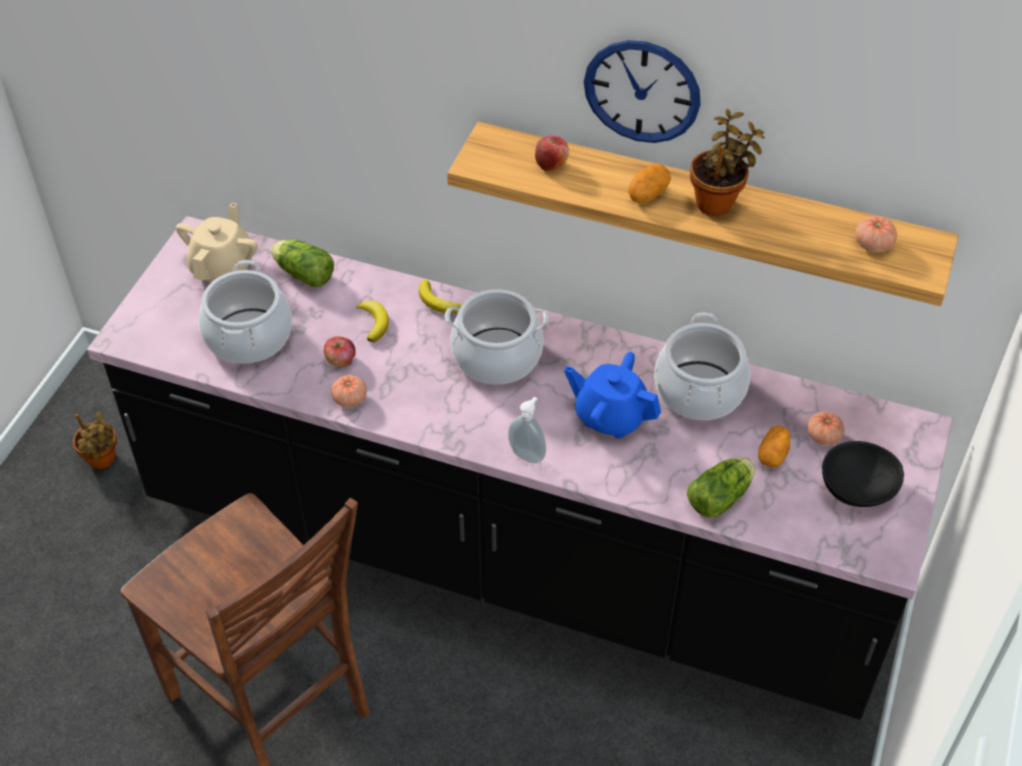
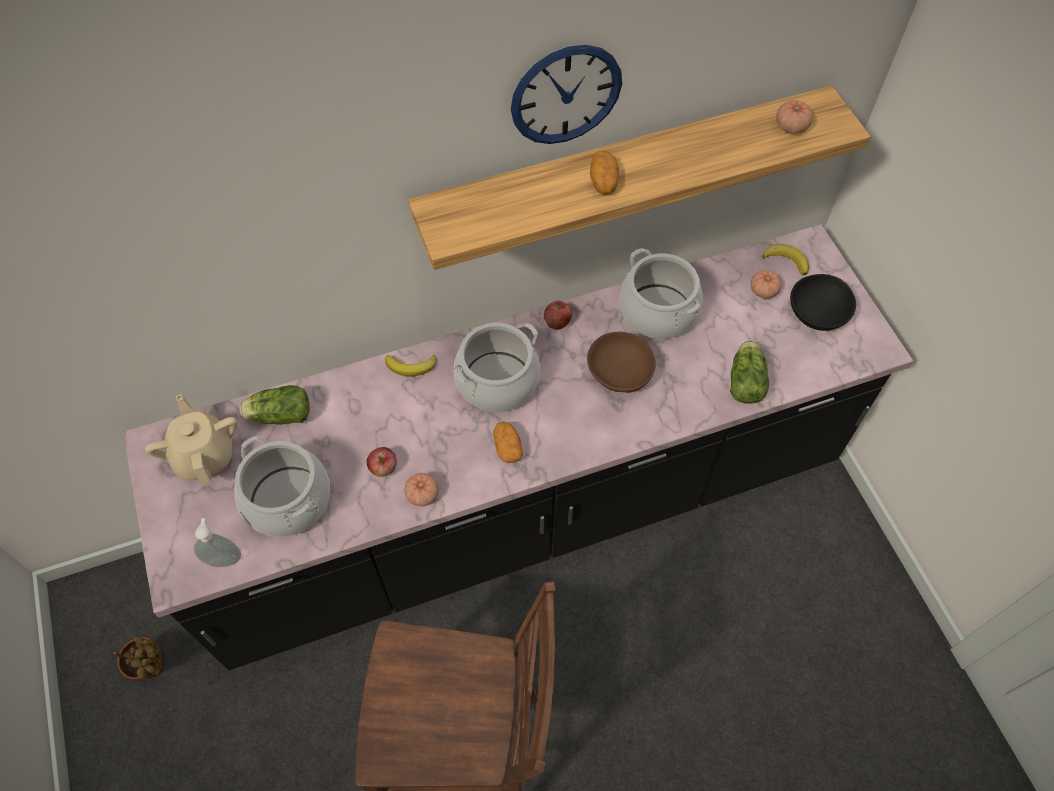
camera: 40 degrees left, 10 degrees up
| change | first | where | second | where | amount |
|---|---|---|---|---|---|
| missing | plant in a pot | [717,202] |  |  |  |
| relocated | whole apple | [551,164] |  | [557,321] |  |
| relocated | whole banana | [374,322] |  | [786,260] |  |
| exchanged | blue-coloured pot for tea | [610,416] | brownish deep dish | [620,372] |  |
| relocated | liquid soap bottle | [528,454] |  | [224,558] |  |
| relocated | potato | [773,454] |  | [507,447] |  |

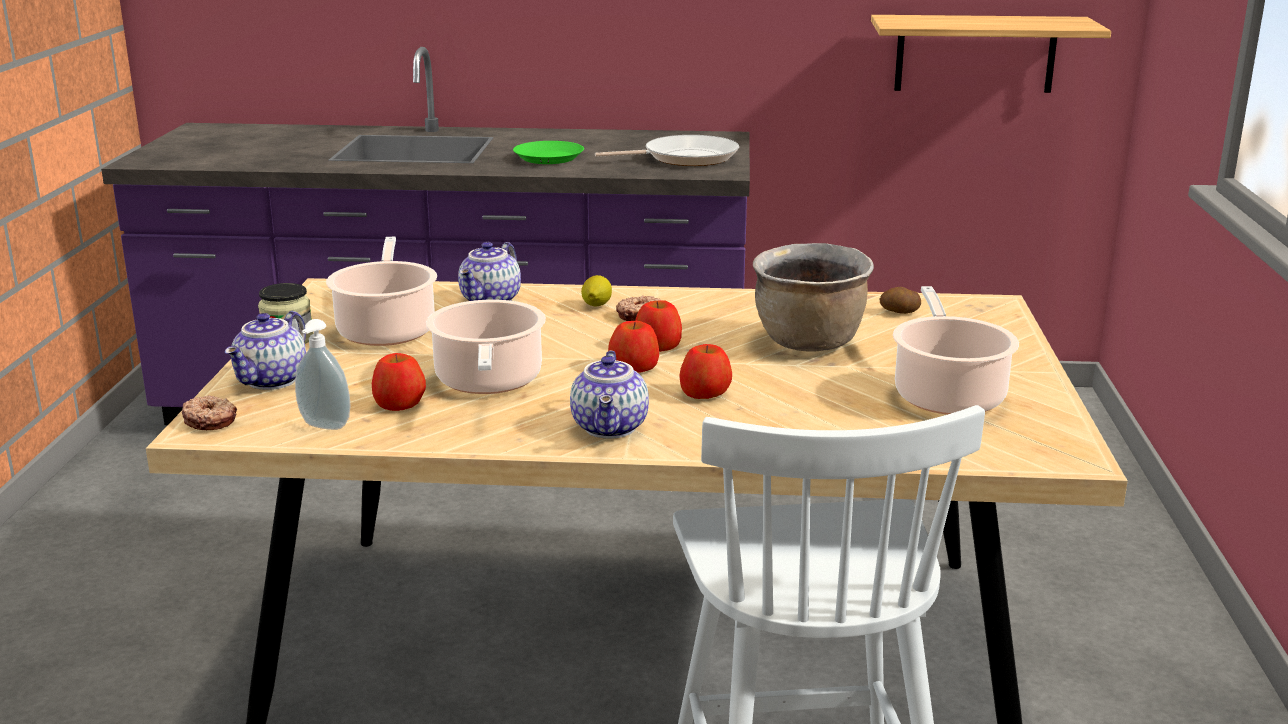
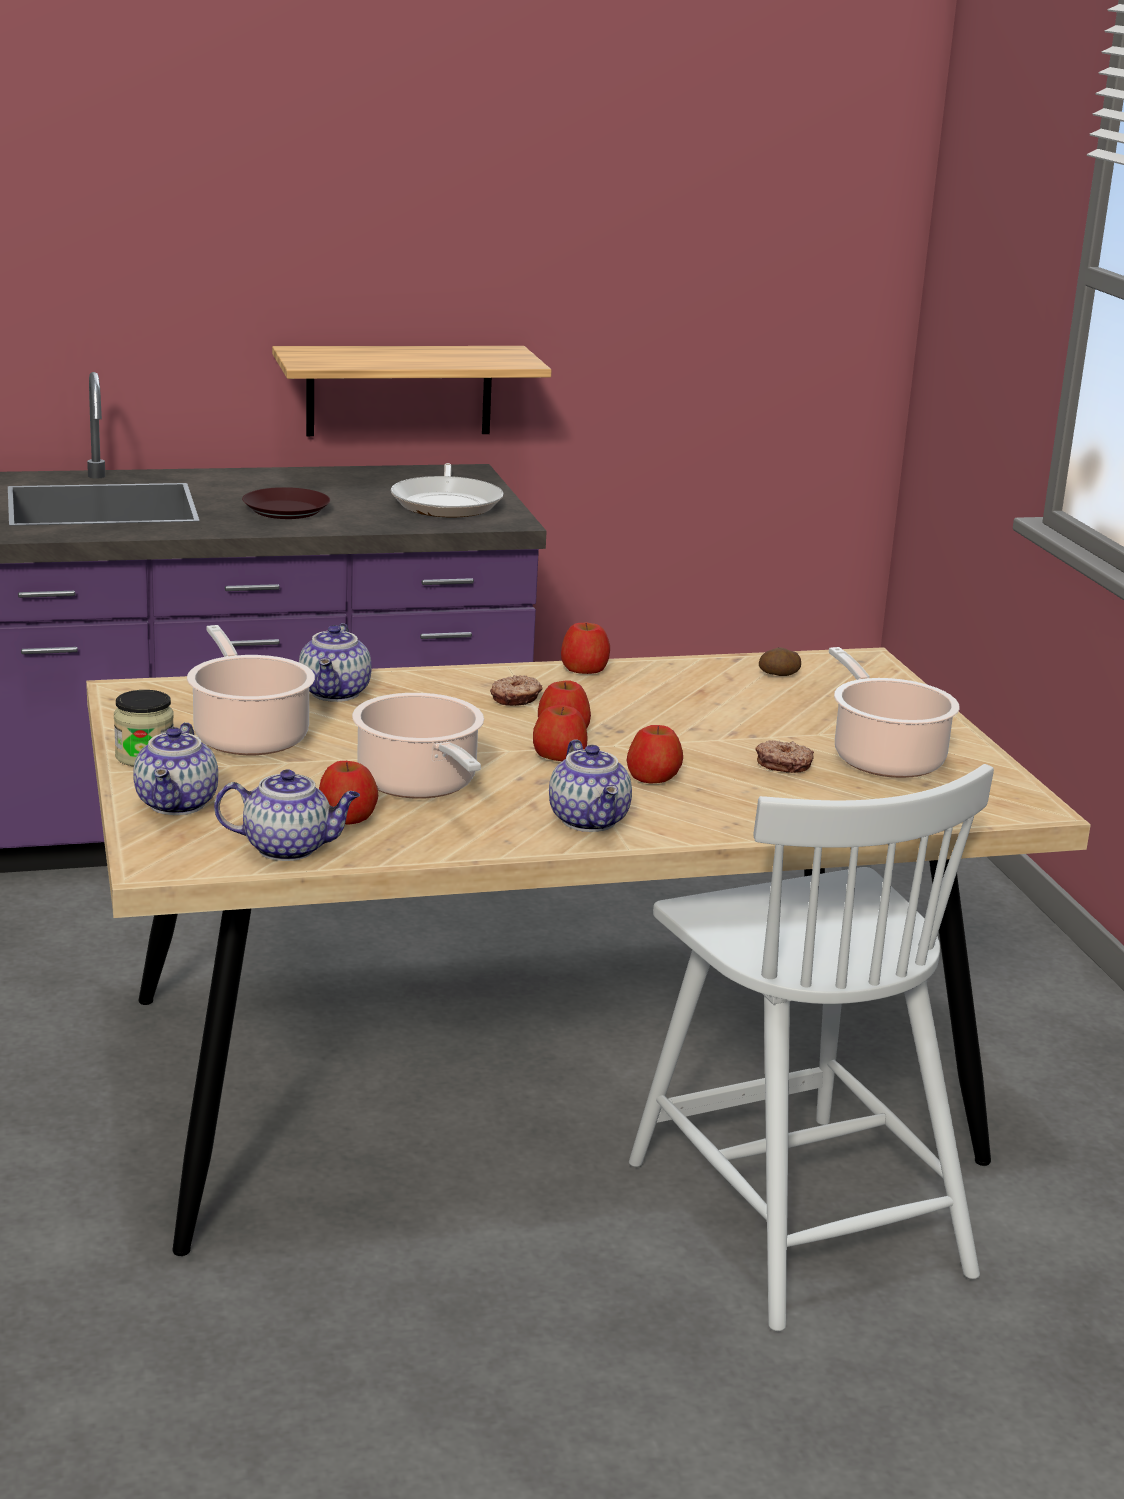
camera: 20 degrees left, 0 degrees up
| change | first | where | second | where | amount |
|---|---|---|---|---|---|
| relocated | bracket shelf | [975,53] |  | [399,390] |  |
| spun | pan | [685,158] |  | [447,503] | 120 degrees clockwise |
| colour | green plate | [549,158] | brownish plate | [287,510] |  |
| missing | brownish cooking pot | [809,343] |  |  |  |
| missing | whole lemon | [596,305] |  |  |  |
| exchanged | liquid soap bottle | [323,427] | pot for tea | [289,848] |  |
| relocated | doughnut | [210,421] |  | [783,764] |  |
| appeared |  |  | whole apple | [584,668] |  |

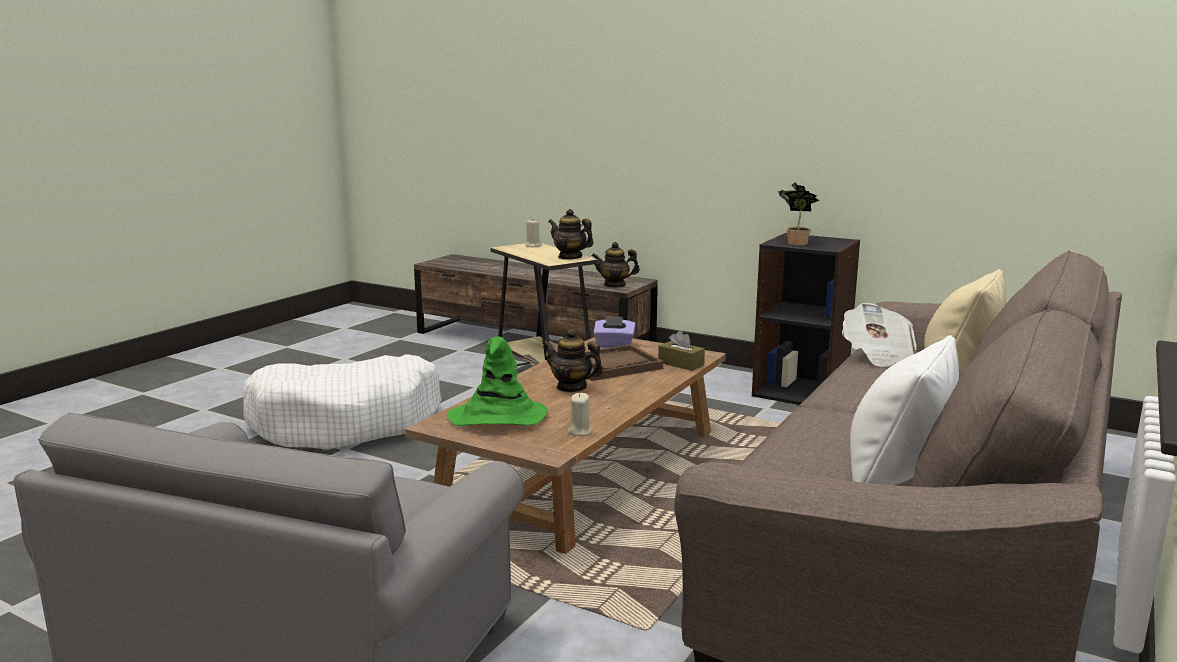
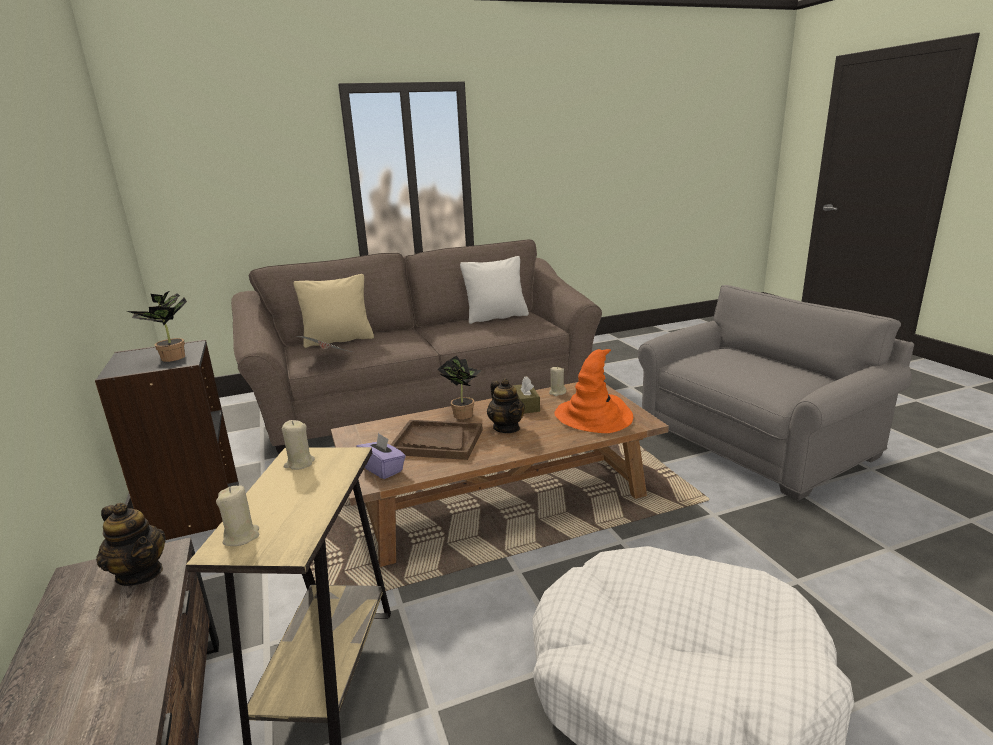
camera: 140 degrees left, 5 degrees up
| change | first | where | second | where | amount |
|---|---|---|---|---|---|
| exchanged | pot for tea | [570,257] | beige-coloured candle | [299,463] |  |
| relocated | brownish tissue box | [681,364] |  | [526,405] |  |
| colour | green clothing hat | [497,417] | orange clothing hat | [594,416] |  |
| appeared |  |  | plant in a pot | [461,414] |  |

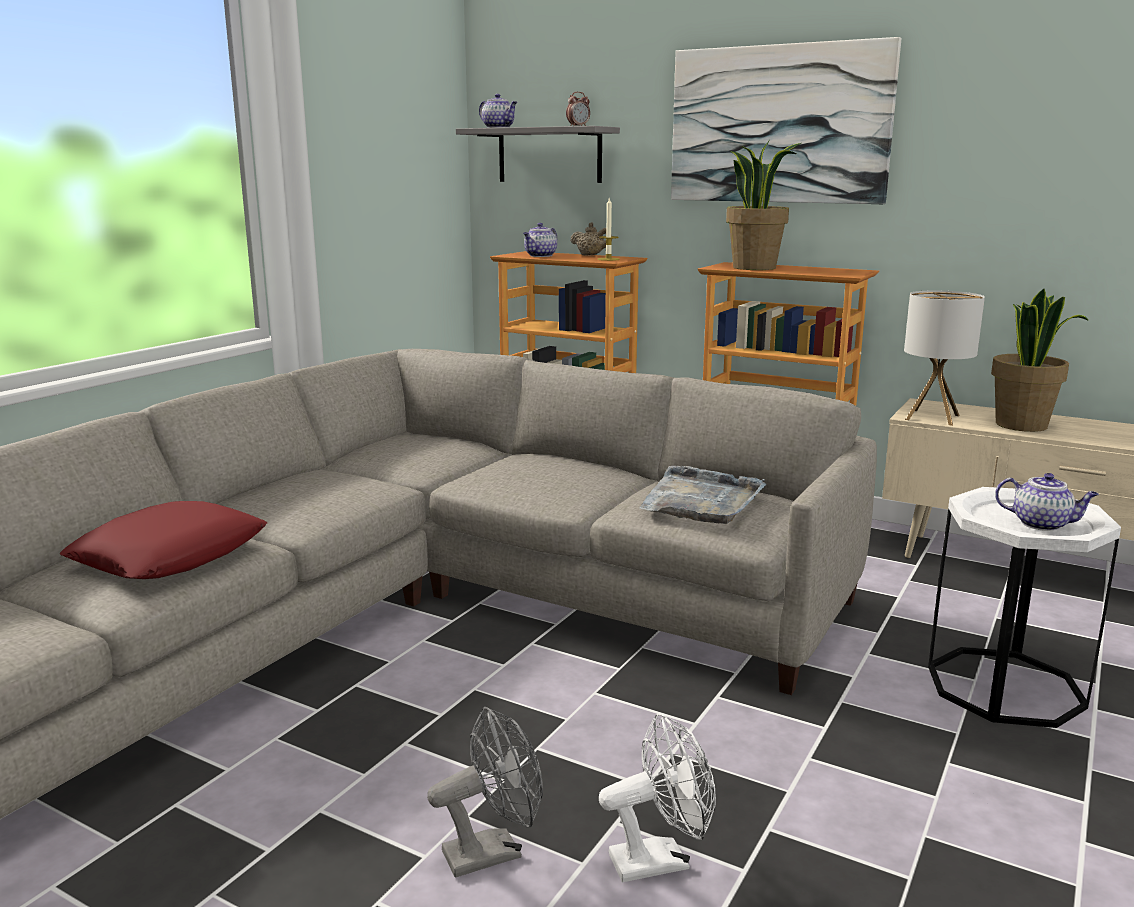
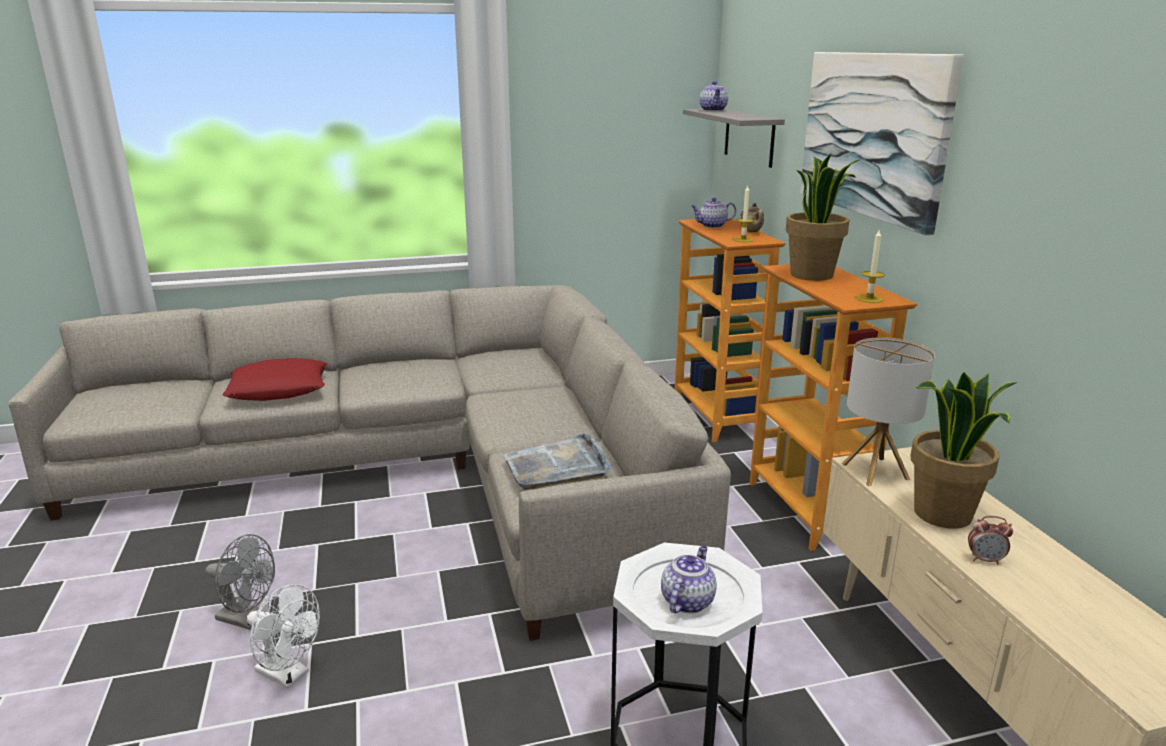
camera: 45 degrees right, 5 degrees up
| change | first | where | second | where | amount |
|---|---|---|---|---|---|
| relocated | bedside clock | [578,127] |  | [985,560] |  |
| spun | pot for tea | [1042,524] |  | [687,601] | 135 degrees counterclockwise |
| appeared |  |  | candle | [869,299] |  |

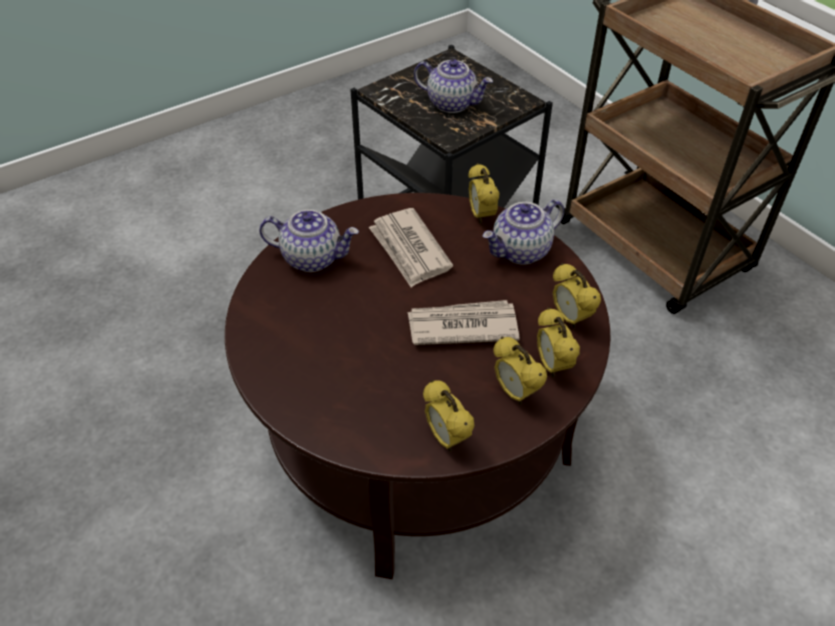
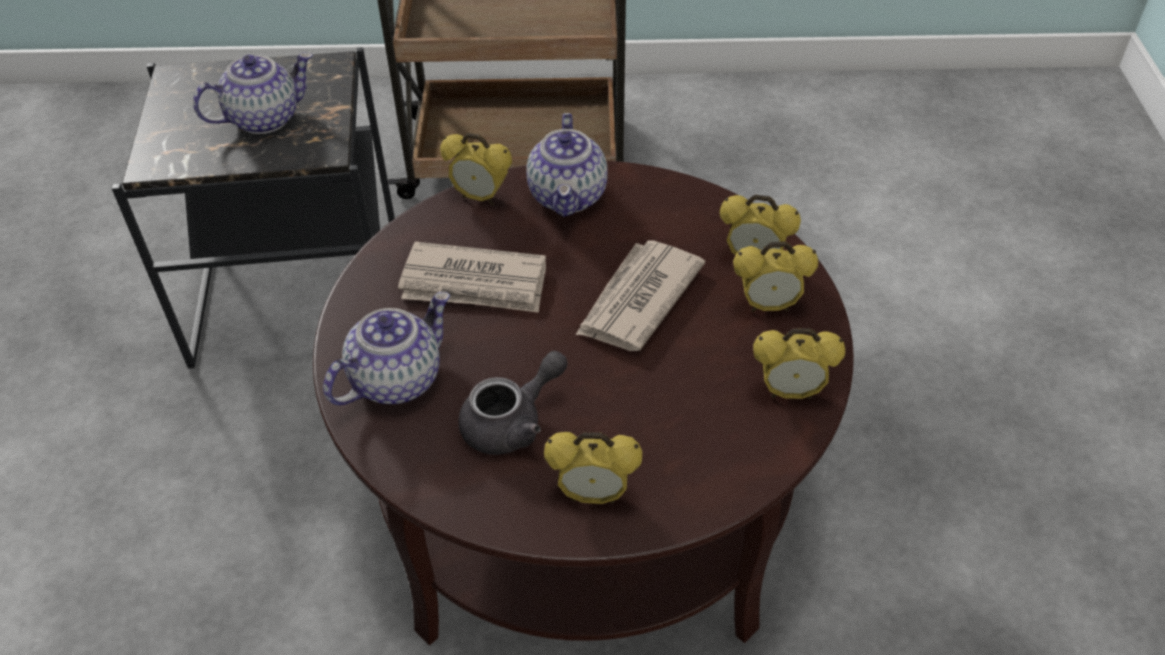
camera: 55 degrees left, 0 degrees up
| change | first | where | second | where | amount |
|---|---|---|---|---|---|
| relocated | bedside clock | [570,318] |  | [593,495] |  |
| appeared |  |  | grey pot for tea | [512,423] |  |

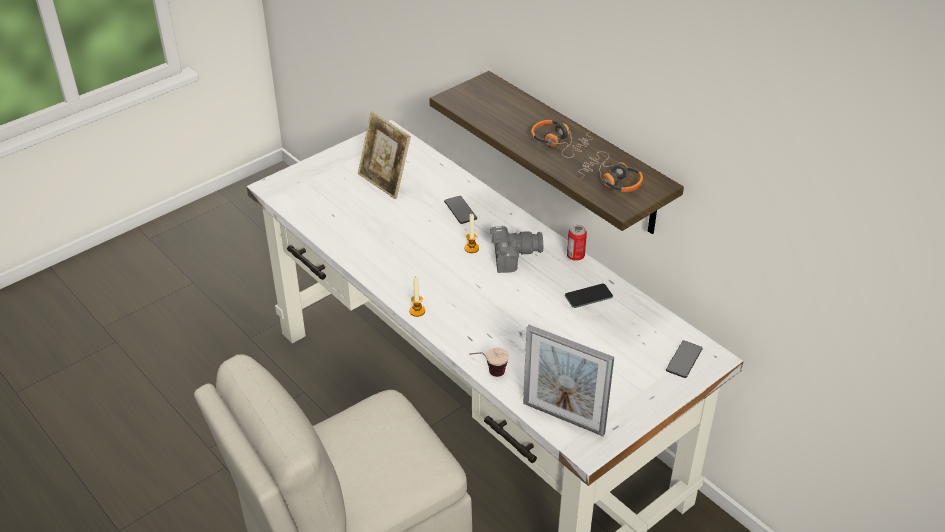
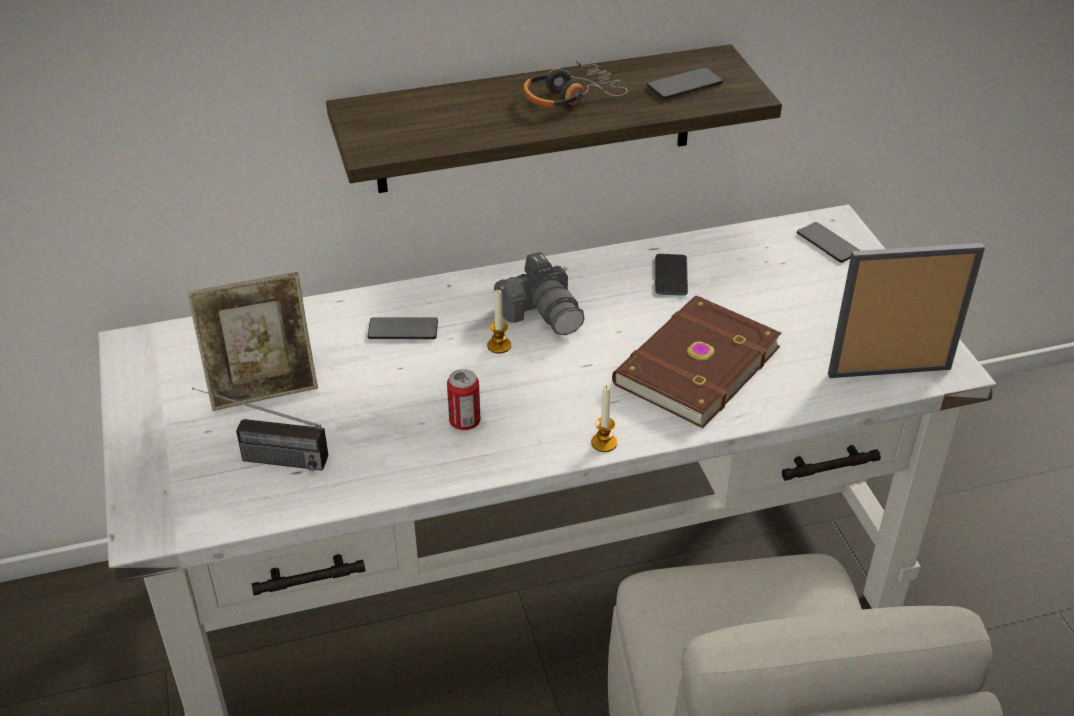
camera: 65 degrees left, 0 degrees up
| change | first | where | second | where | amount |
|---|---|---|---|---|---|
| exchanged | headphones | [610,180] | handset | [684,85] |  |
| spun | photo camera | [513,255] |  | [543,312] | 135 degrees clockwise |
| relocated | can | [575,256] |  | [464,422] |  |
| spun | picture frame | [563,418] |  | [889,371] | 150 degrees counterclockwise |
| missing | small cup | [488,374] |  |  |  |
| appeared |  |  | brownish volume | [693,365] |  |
| appeared |  |  | radio receiver | [262,458] |  |

